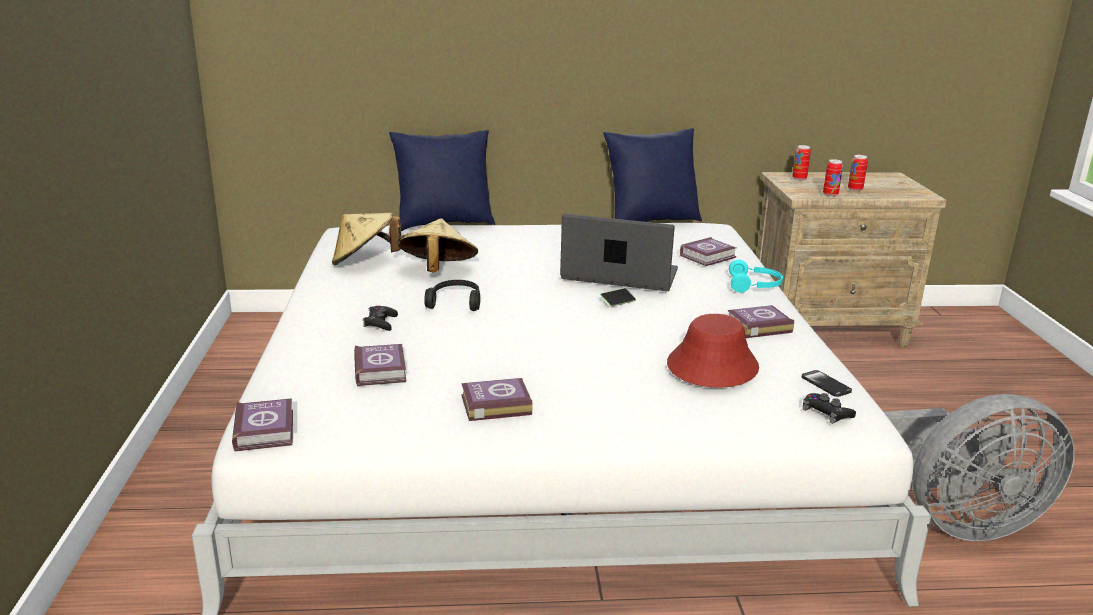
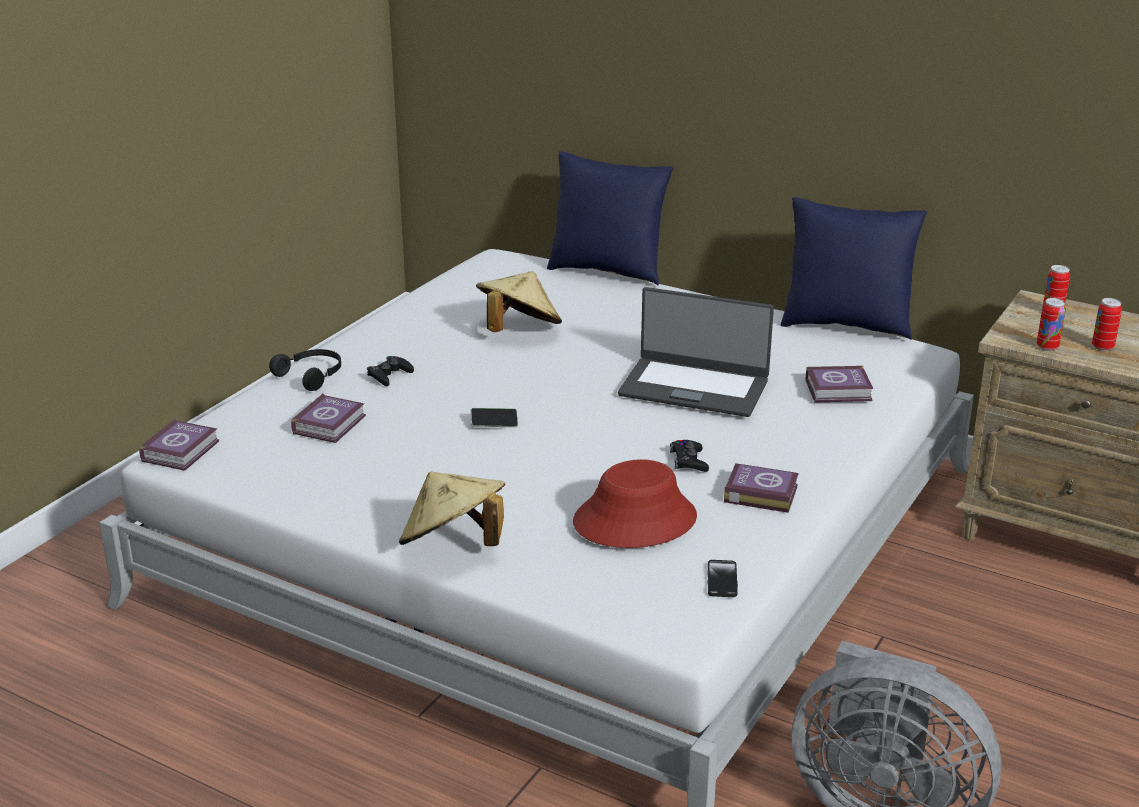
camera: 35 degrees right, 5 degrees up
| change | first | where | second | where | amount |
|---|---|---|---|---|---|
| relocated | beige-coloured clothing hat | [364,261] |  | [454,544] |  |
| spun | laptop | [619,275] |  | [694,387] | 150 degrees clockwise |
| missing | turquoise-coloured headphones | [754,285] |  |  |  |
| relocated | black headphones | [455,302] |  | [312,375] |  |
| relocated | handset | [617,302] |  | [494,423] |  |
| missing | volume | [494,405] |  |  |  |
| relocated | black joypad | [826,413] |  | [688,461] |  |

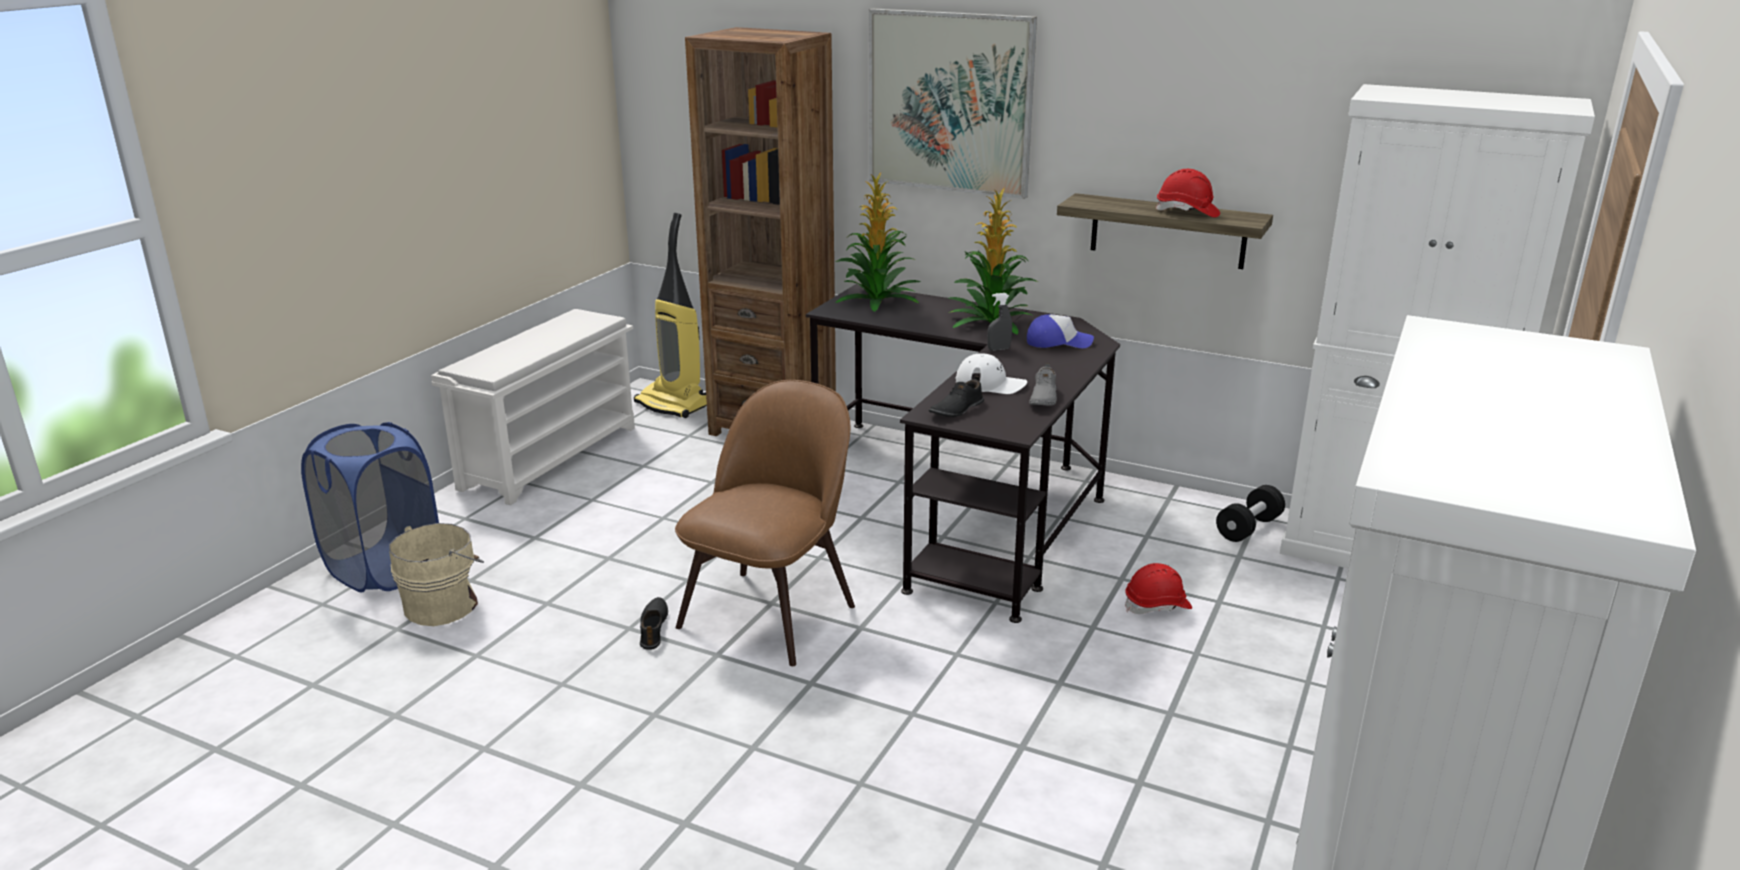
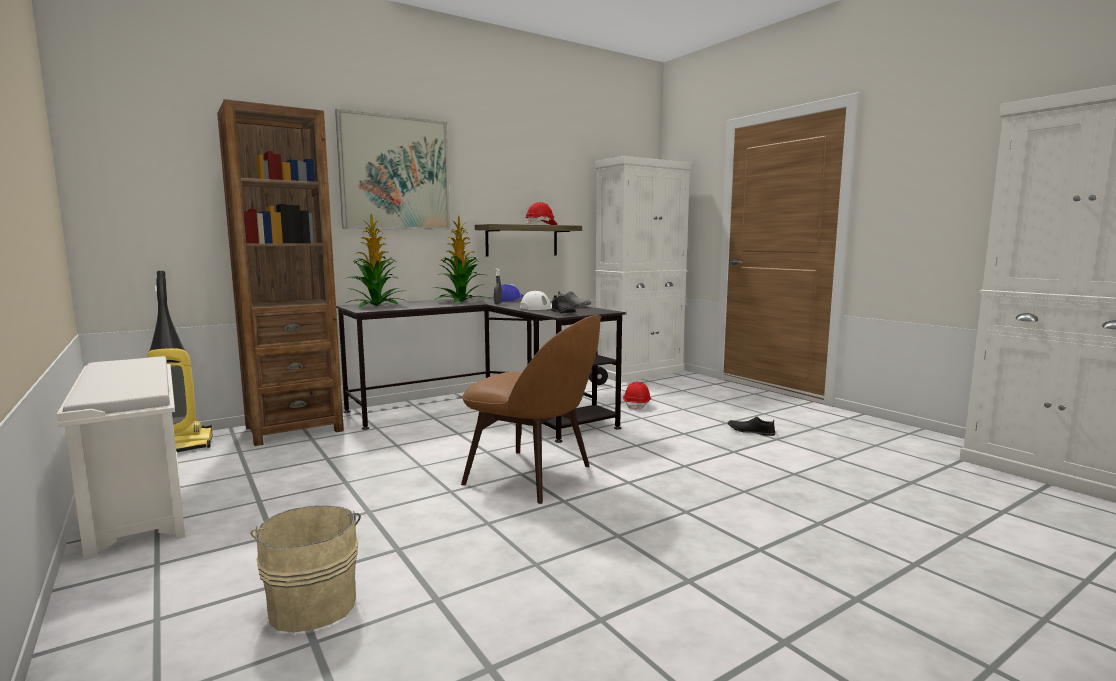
camera: 60 degrees left, 15 degrees down
| change | first | where | second | where | amount |
|---|---|---|---|---|---|
| spun | brownish plain chair | [771,612] |  | [533,476] | 150 degrees clockwise |
| missing | blue-coloured hamper | [383,569] |  |  |  |
| relocated | black low shoe | [654,628] |  | [750,431] |  |

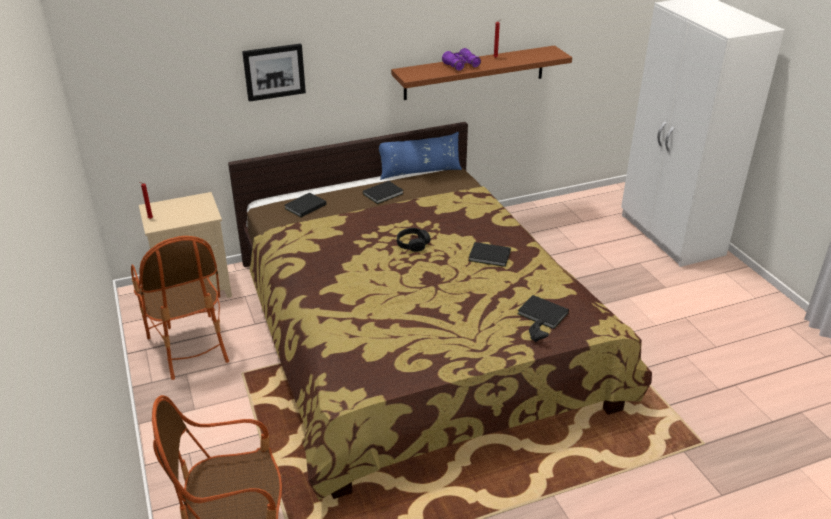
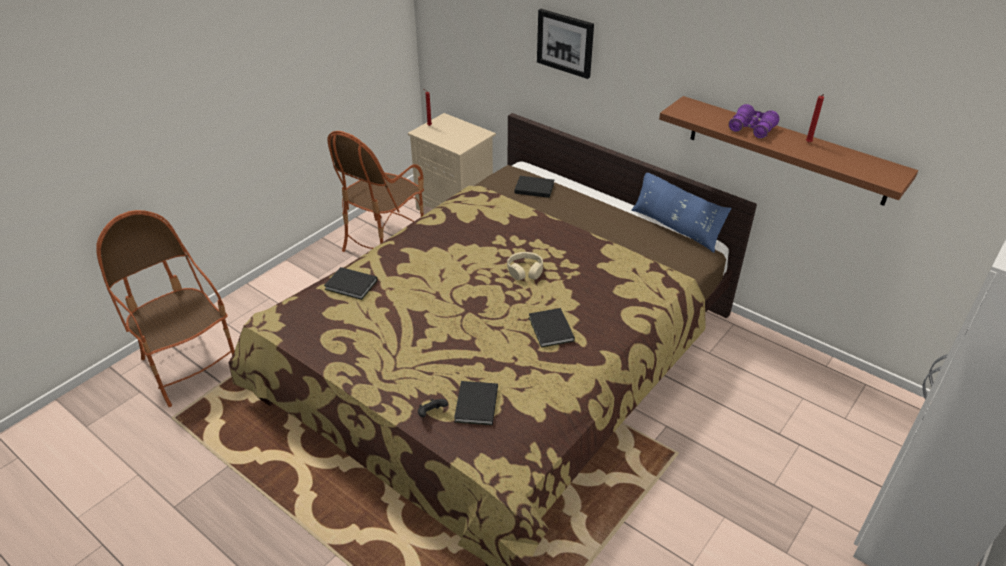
camera: 60 degrees right, 5 degrees up
| change | first | where | second | where | amount |
|---|---|---|---|---|---|
| relocated | black volume | [384,194] |  | [352,285] |  |
| colour | black headphones | [413,244] | beige-coloured headphones | [525,271] |  |

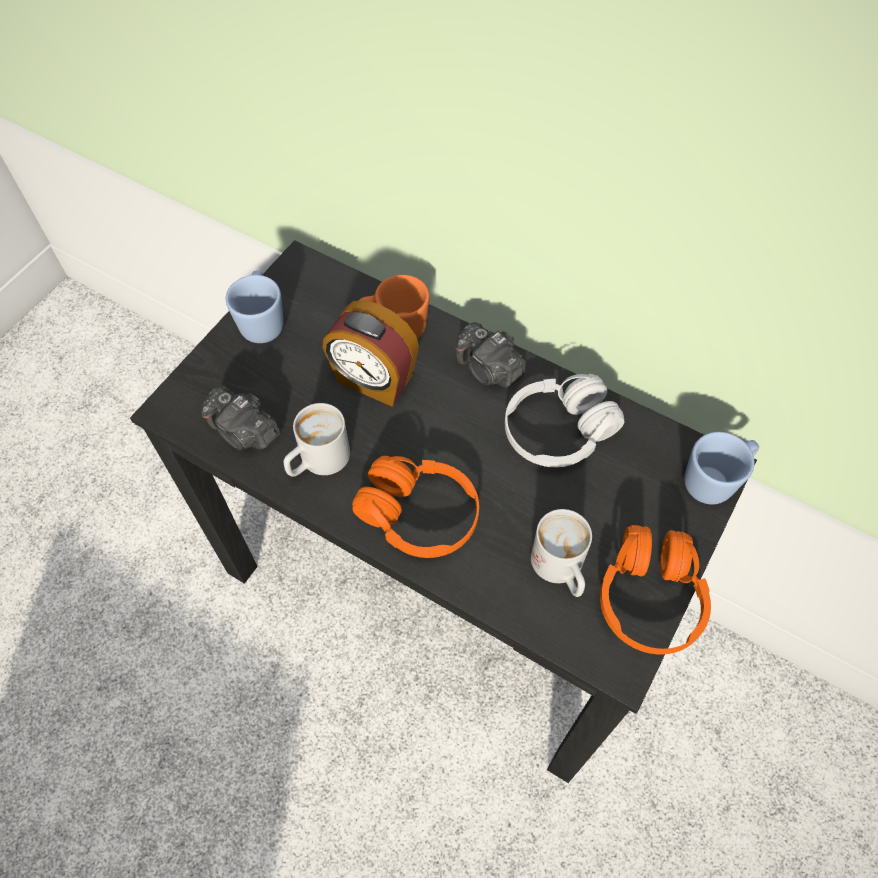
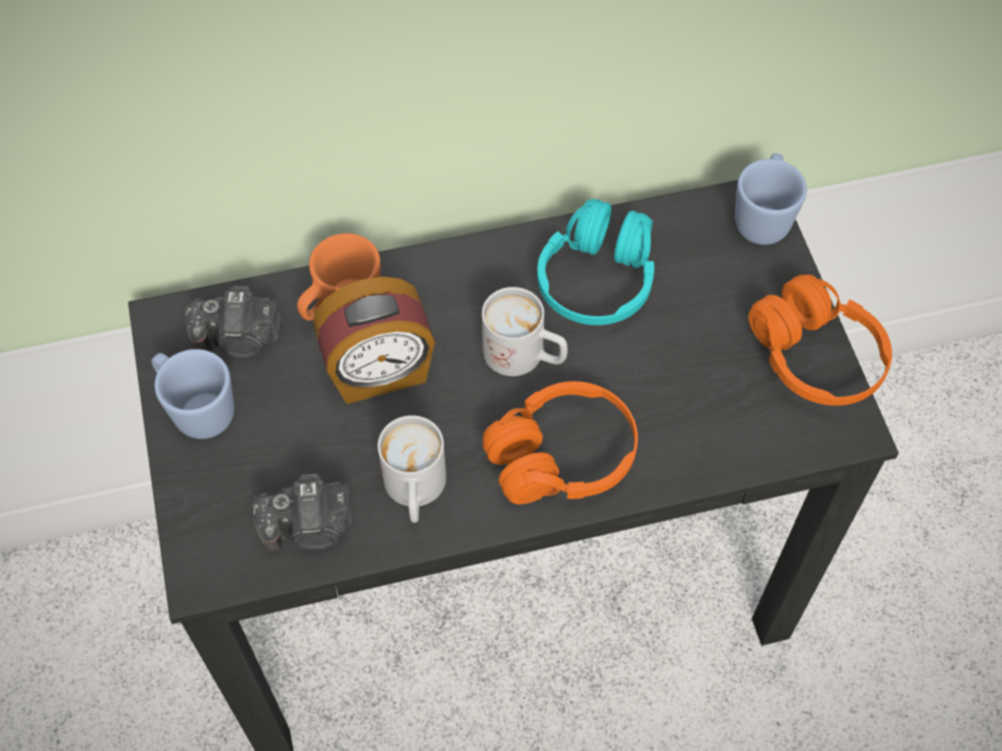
camera: 45 degrees left, 0 degrees up
| change | first | where | second | where | amount |
|---|---|---|---|---|---|
| relocated | photo camera | [488,369] |  | [240,339] |  |
| colour | white headphones | [559,431] | turquoise-coloured headphones | [597,280] |  |
| relocated | white mug | [561,570] |  | [525,356] |  |

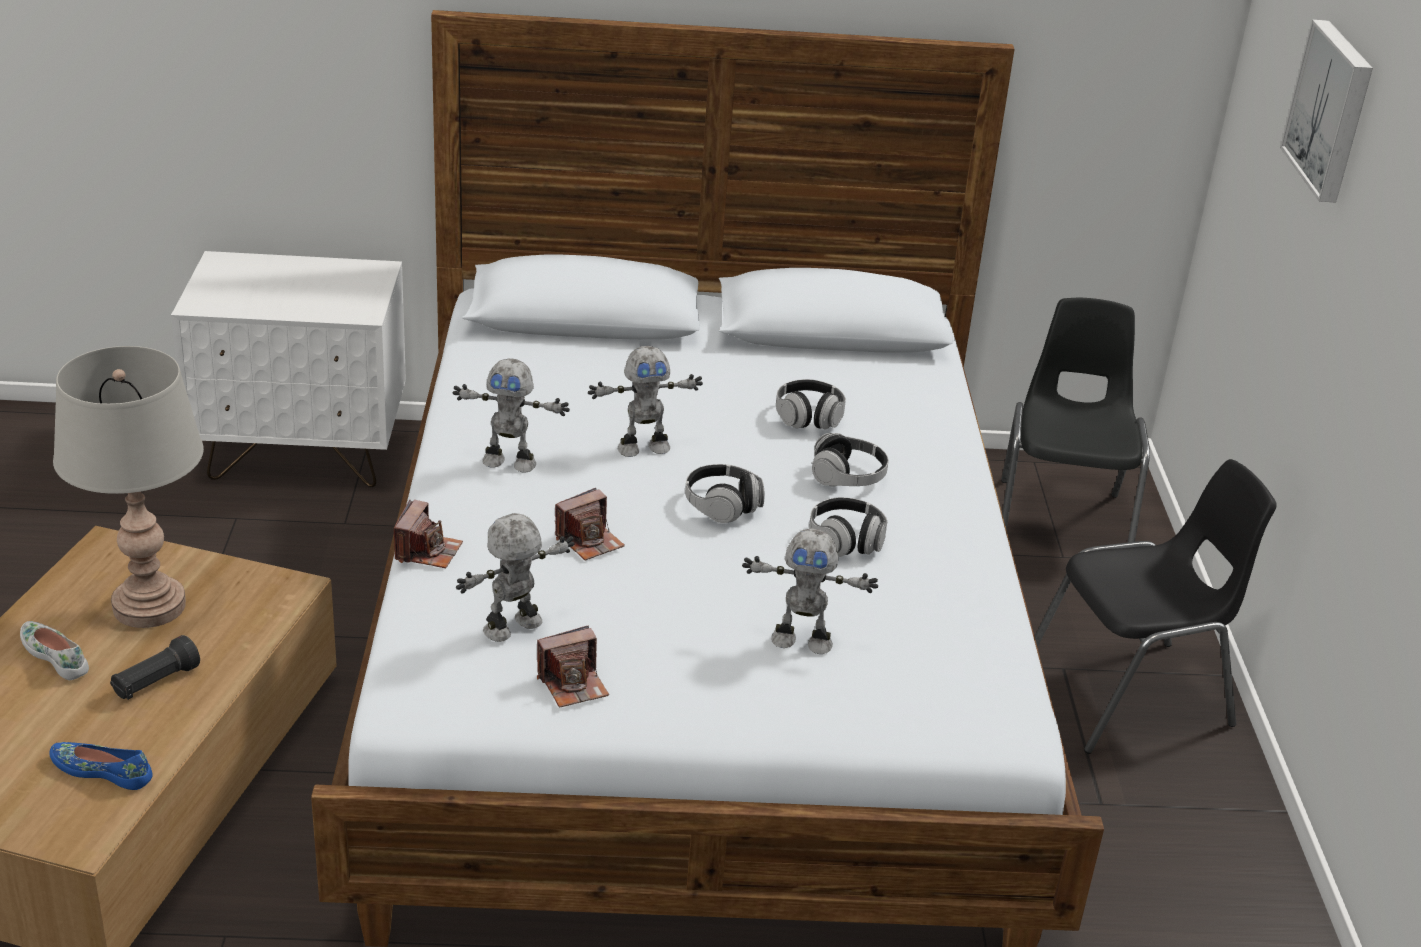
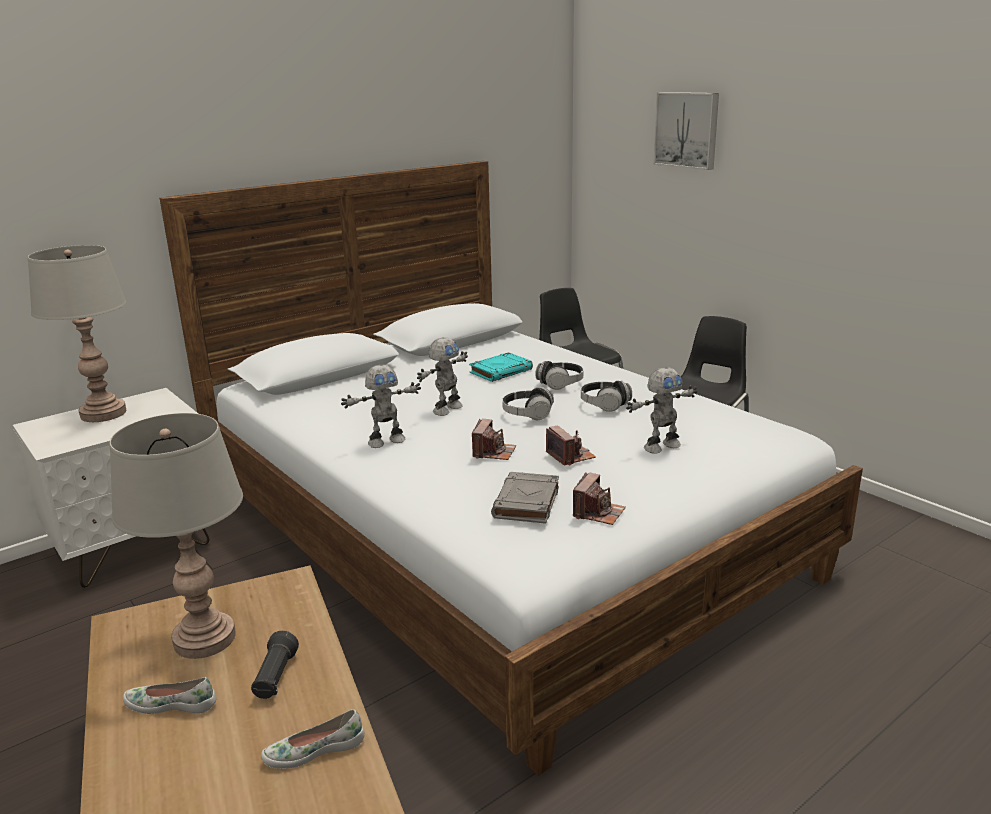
camera: 35 degrees left, 10 degrees down
| change | first | where | second | where | amount |
|---|---|---|---|---|---|
| exchanged | headphones | [808,417] | turquoise-coloured volume | [501,371] |  |
| relocated | photo camera | [427,551] |  | [570,456] |  |
| exchanged | model robot | [514,628] | grey volume | [526,503] |  |
| colour | blue-coloured low shoe | [102,770] | white low shoe | [314,750] |  |
| appeared |  |  | grey tabletop lamp | [103,414] |  |

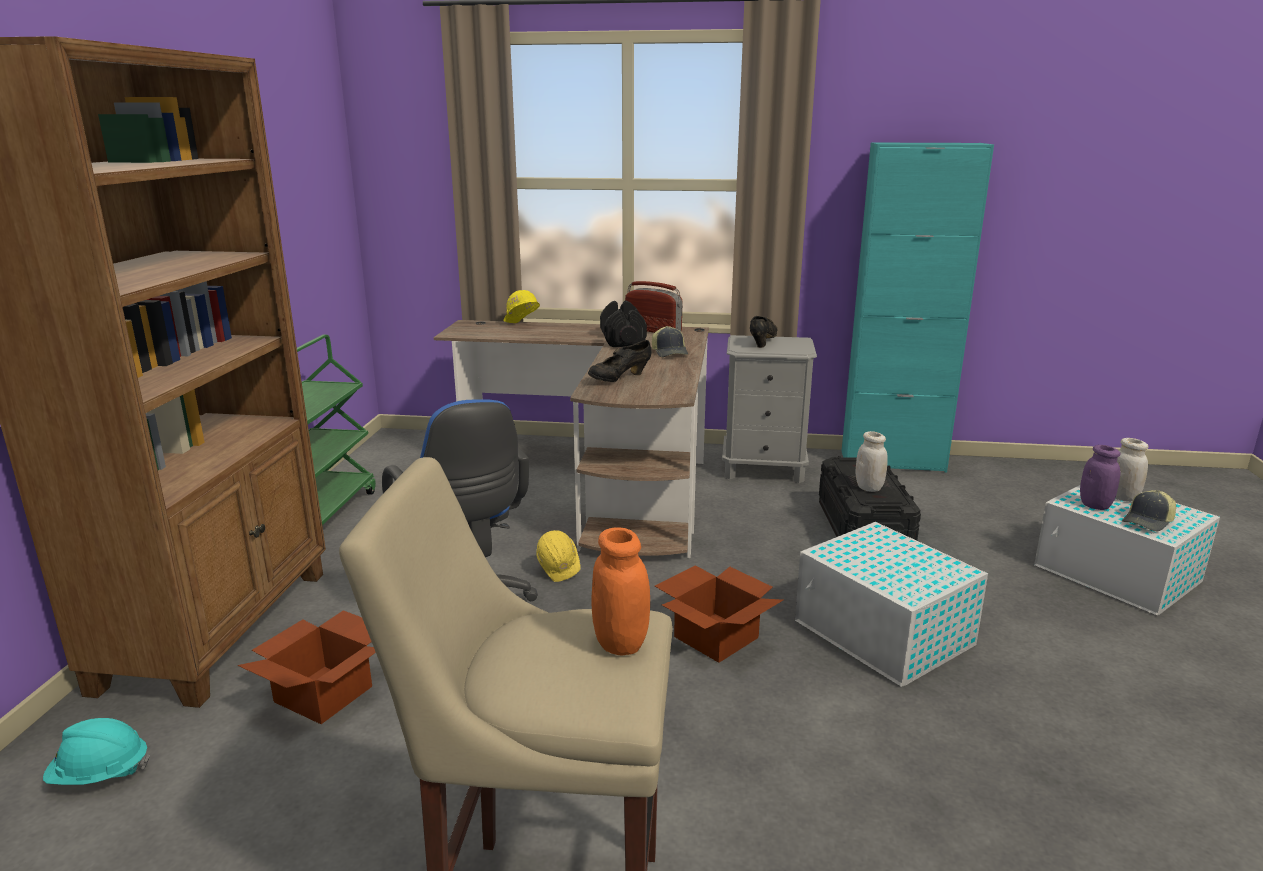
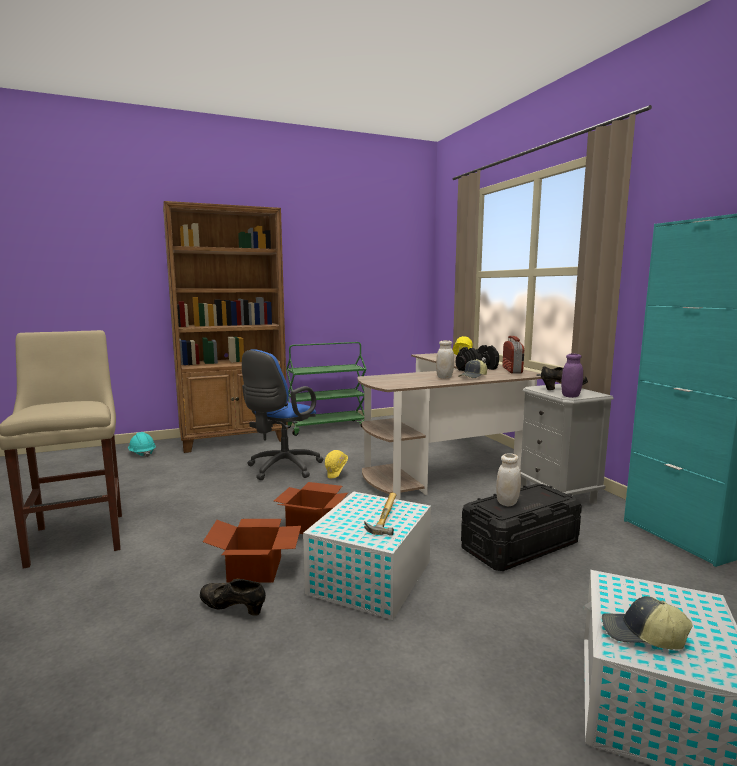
camera: 60 degrees right, 10 degrees down
| change | first | where | second | where | amount |
|---|---|---|---|---|---|
| relocated | black low shoe | [619,379] |  | [233,609] |  |
| relocated | white preserve jar | [1122,497] |  | [444,377] |  |
| relocated | purple-coloured preserve jar | [1094,505] |  | [571,396] |  |
| missing | orange preserve jar | [620,643] |  |  |  |
| relocated | packing box | [326,693] |  | [256,570] |  |
| appeared |  |  | tool hammer | [381,517] |  |

